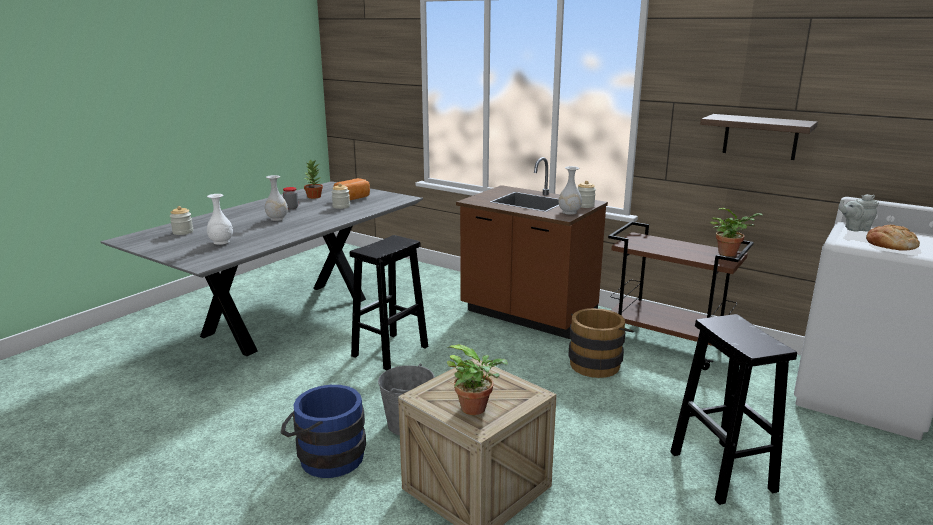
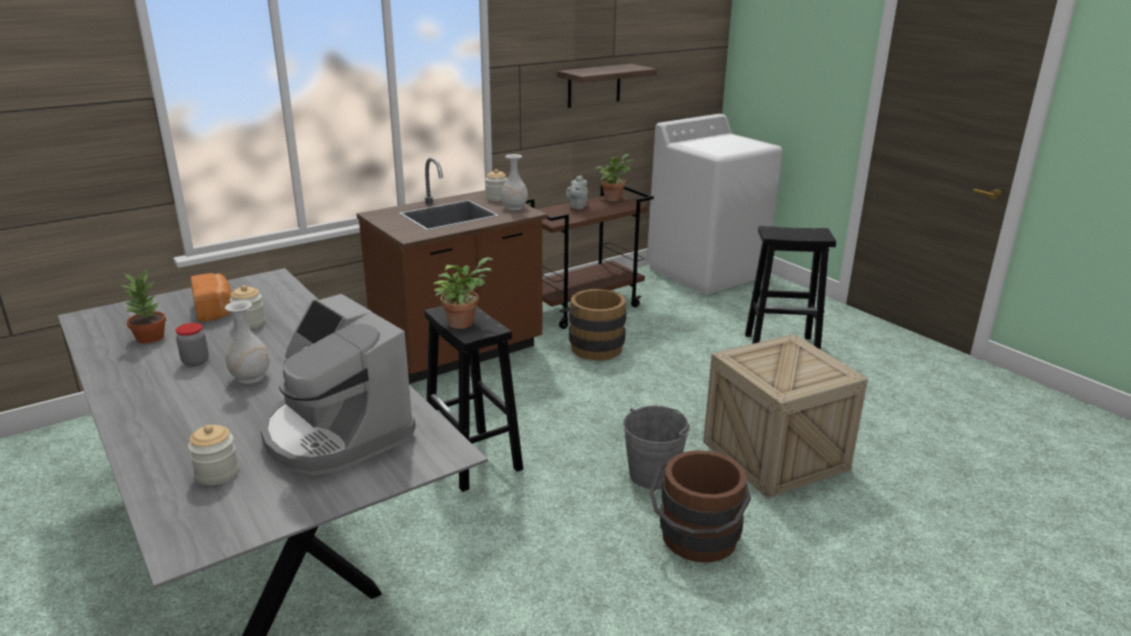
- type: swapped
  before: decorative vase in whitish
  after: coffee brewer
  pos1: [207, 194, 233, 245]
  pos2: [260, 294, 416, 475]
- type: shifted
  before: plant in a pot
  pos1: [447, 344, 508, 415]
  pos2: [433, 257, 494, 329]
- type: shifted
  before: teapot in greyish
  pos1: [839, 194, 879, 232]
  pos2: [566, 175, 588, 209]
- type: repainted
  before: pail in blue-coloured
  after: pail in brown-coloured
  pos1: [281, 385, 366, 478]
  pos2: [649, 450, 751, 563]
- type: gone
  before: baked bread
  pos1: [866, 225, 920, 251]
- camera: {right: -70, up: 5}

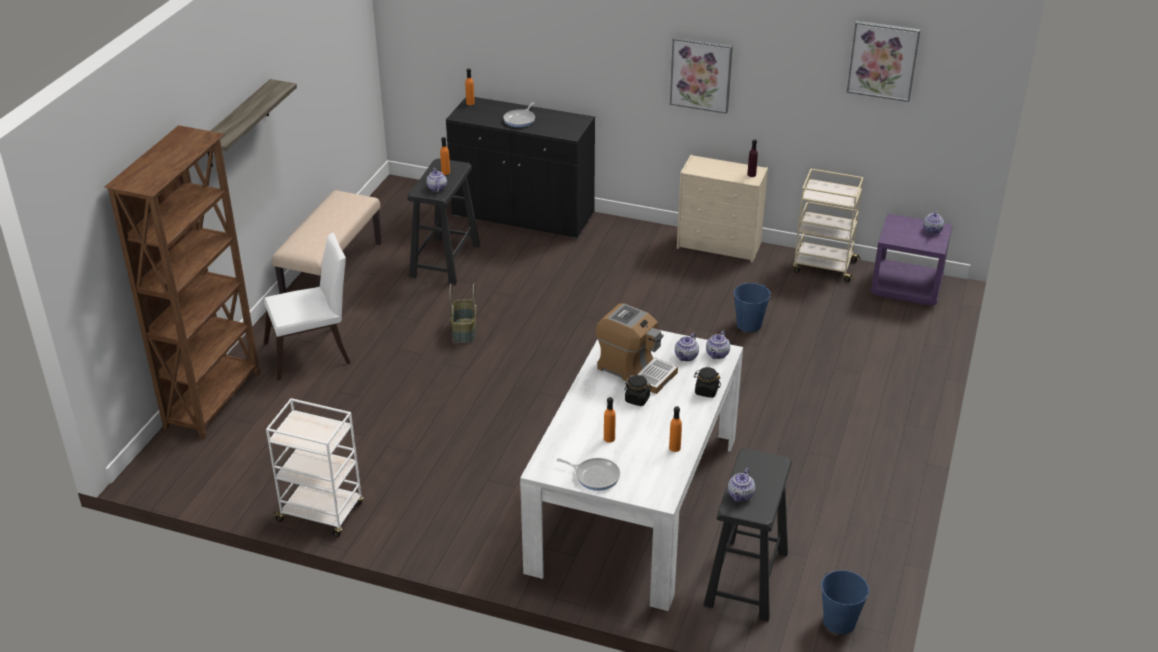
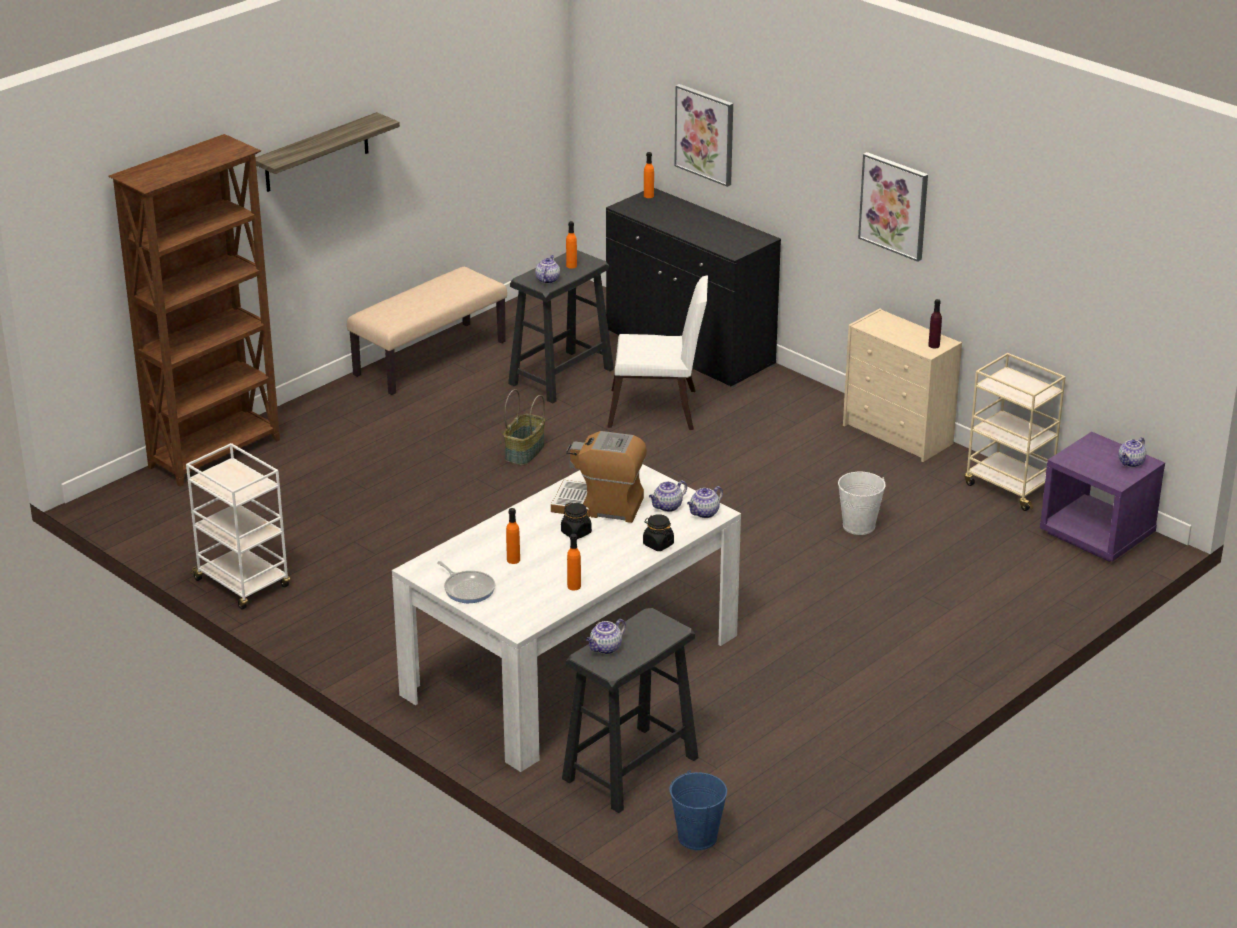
- type: rotated
  before: coffee brewer
  pos1: [596, 303, 678, 394]
  pos2: [551, 431, 647, 523]
  turn: 135
- type: shifted
  before: chair in whitish
  pos1: [264, 233, 351, 380]
  pos2: [607, 276, 708, 430]
- type: shifted
  before: wall art
  pos1: [847, 21, 921, 102]
  pos2: [674, 84, 733, 187]
- type: repainted
  before: pail in blue-coloured
  after: pail in whitish
  pos1: [734, 283, 771, 332]
  pos2: [838, 472, 886, 535]
- type: gone
  before: frying pan
  pos1: [503, 102, 535, 127]
- camera: {right: 25, up: -5}

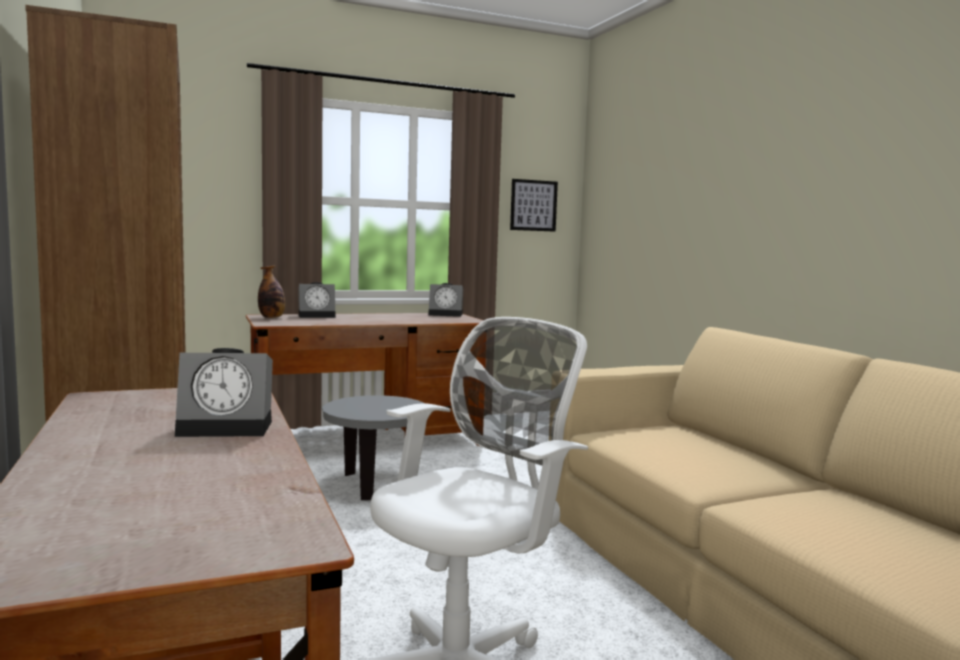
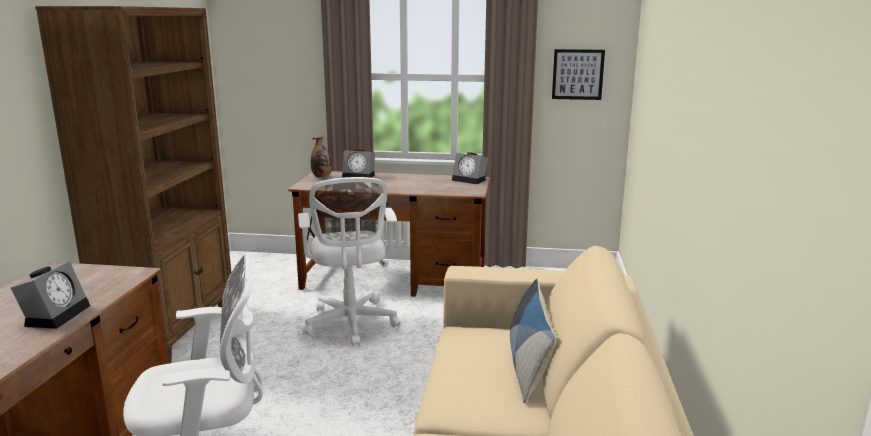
- type: rotated
  before: table clock
  pos1: [175, 348, 273, 437]
  pos2: [11, 261, 90, 329]
  turn: -105
- type: swapped
  before: accent table in greyish
  after: desk chair in whitish
  pos1: [322, 395, 423, 500]
  pos2: [298, 177, 401, 346]
- type: new
  after: cushion
  pos2: [510, 278, 556, 403]
- camera: {right: 30, up: 10}

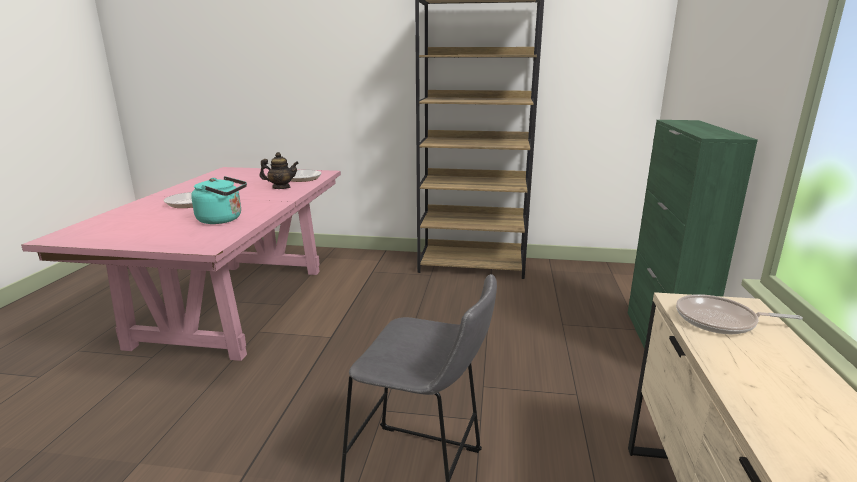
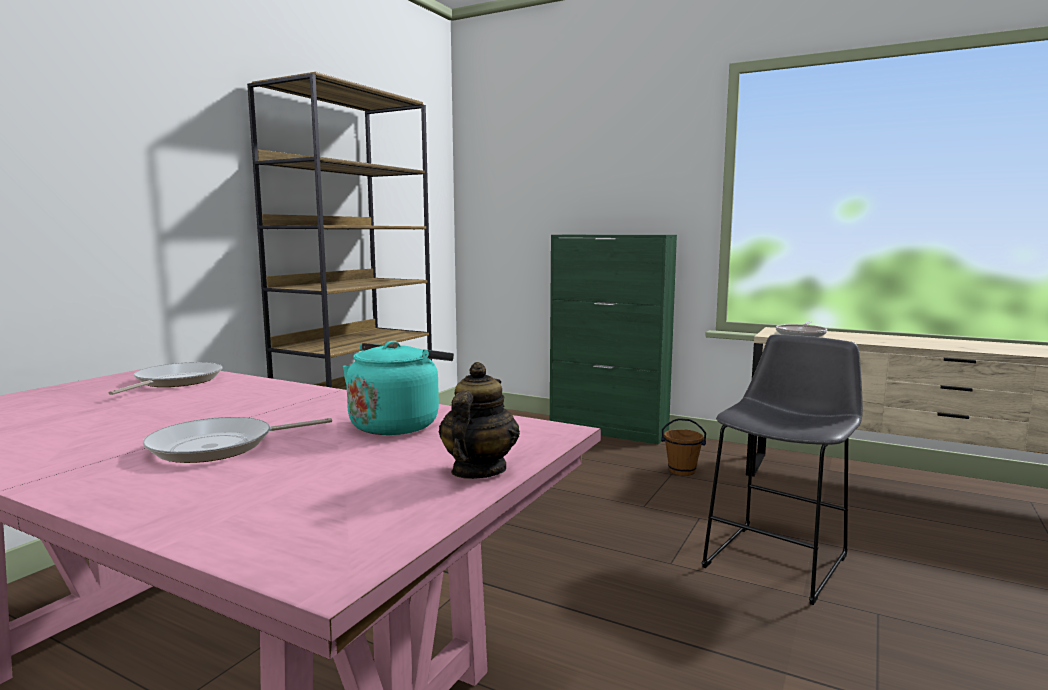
- type: shifted
  before: teapot
  pos1: [260, 152, 299, 189]
  pos2: [439, 362, 520, 479]
- type: new
  after: pail in brown-coloured
  pos2: [661, 418, 706, 476]
- camera: {right: -70, up: -10}

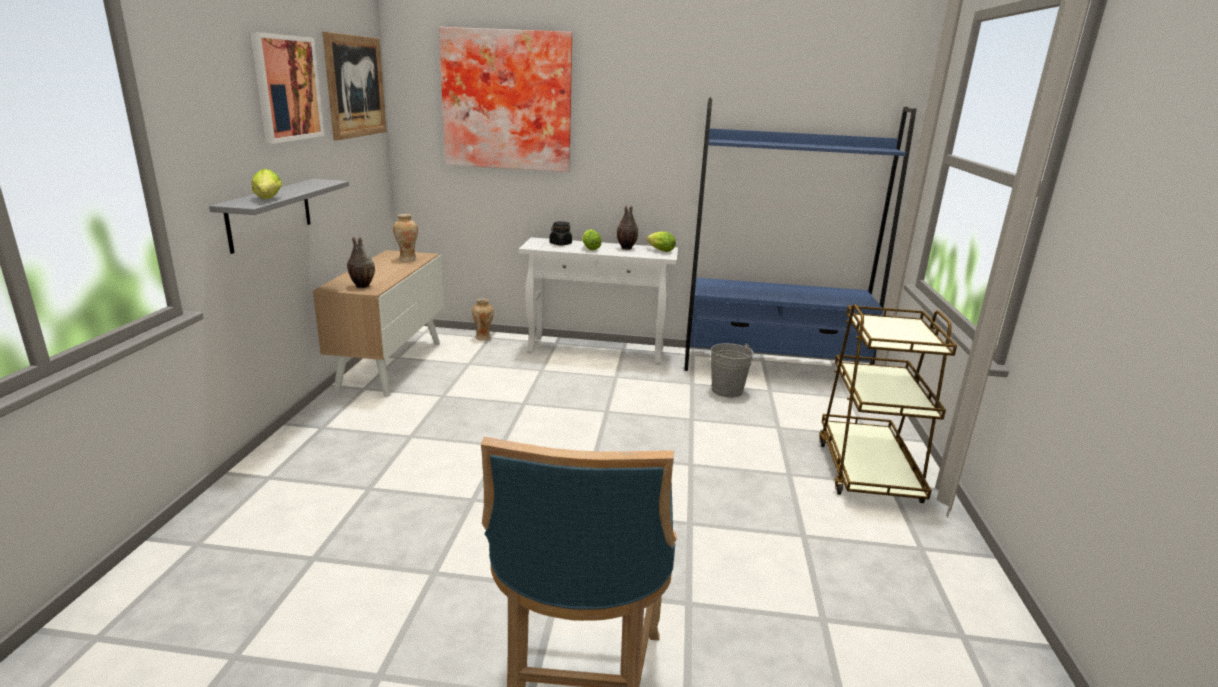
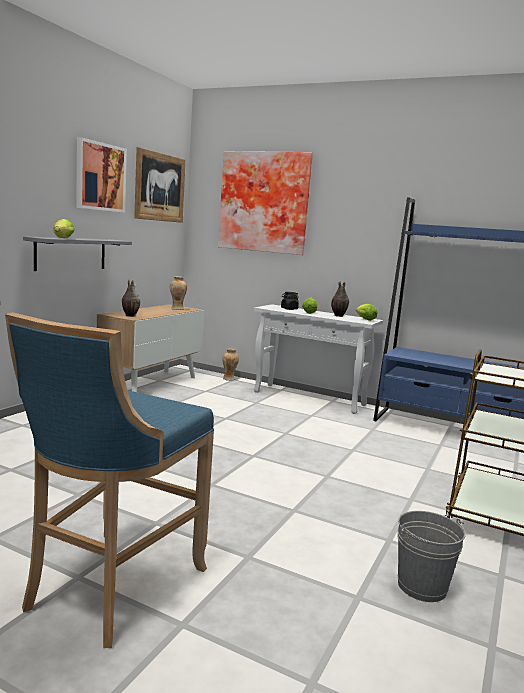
- type: shifted
  before: pail in greyish
  pos1: [711, 343, 754, 398]
  pos2: [397, 511, 466, 602]
- camera: {right: 20, up: -10}

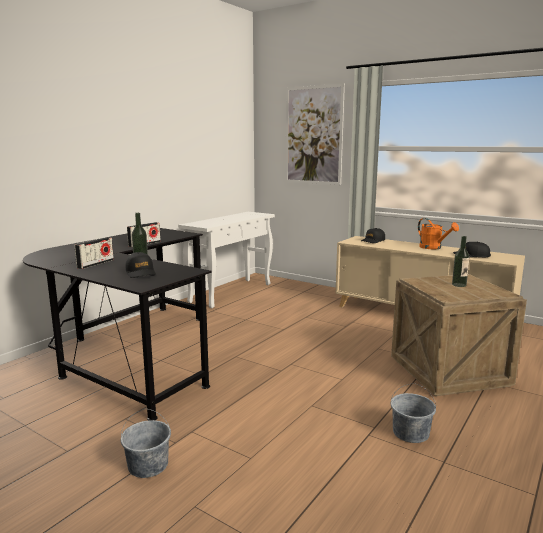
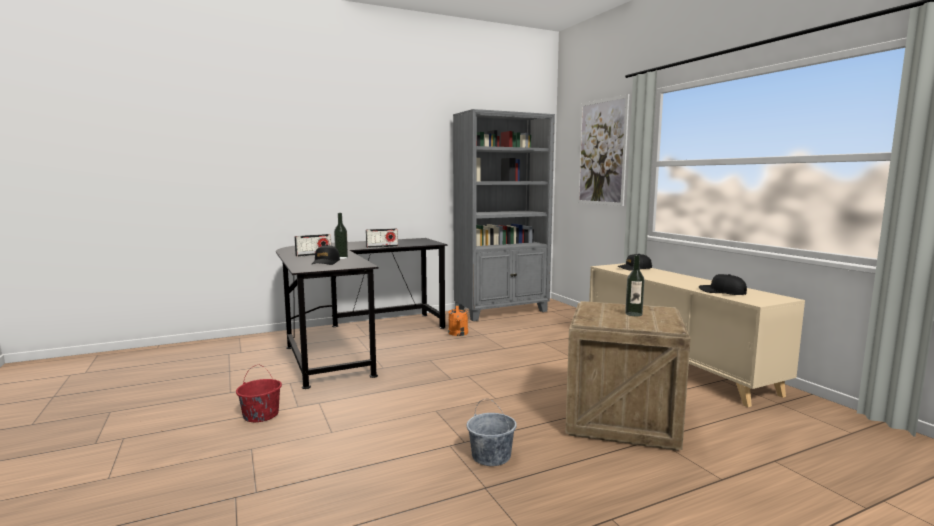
- type: repainted
  before: pail in greyish
  after: pail in reddish
  pos1: [120, 409, 171, 478]
  pos2: [236, 365, 282, 422]
- type: shifted
  before: watering pot in orange-coloured
  pos1: [418, 218, 459, 249]
  pos2: [448, 303, 468, 336]
- type: swapped
  before: console table in whitish
  after: shelving unit in greyish
  pos1: [178, 212, 275, 308]
  pos2: [453, 109, 555, 321]
- camera: {right: 30, up: -5}

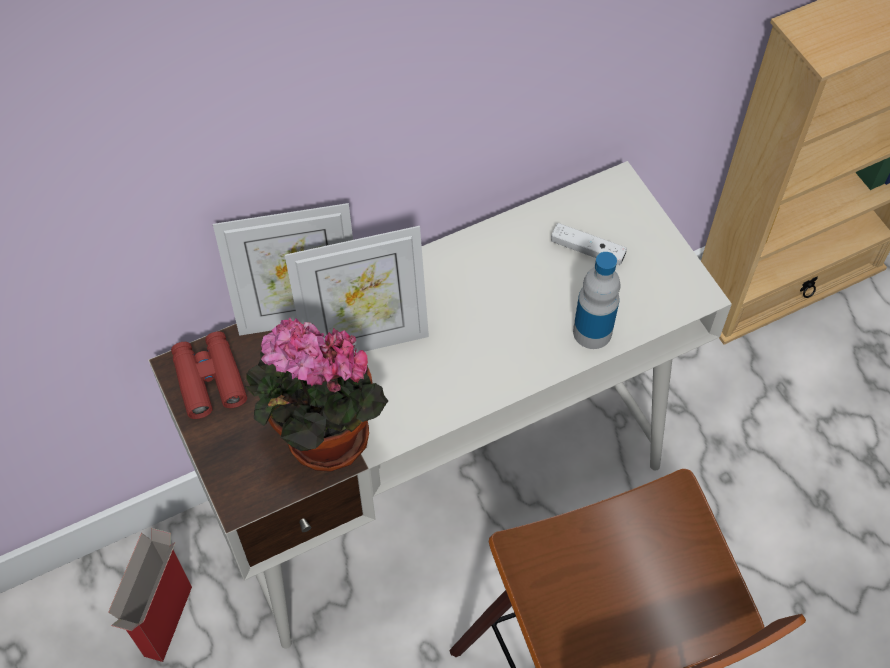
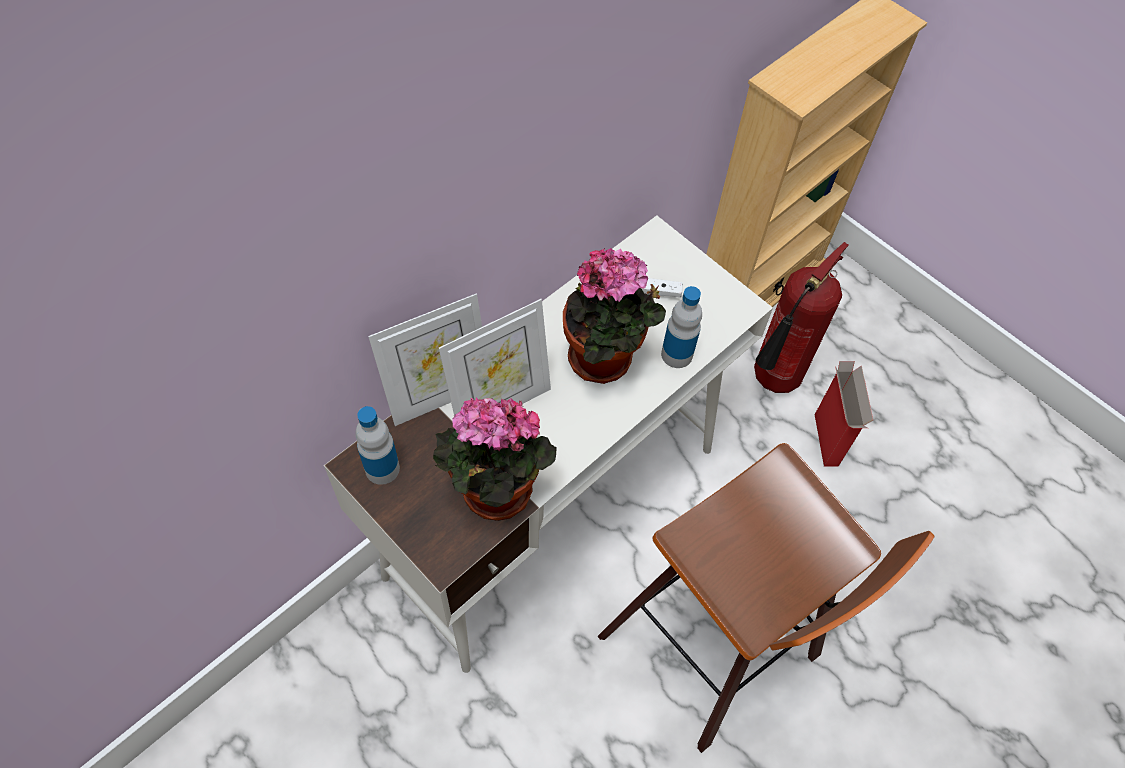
- type: swapped
  before: binoculars in reddish
  after: bottle
  pos1: [171, 331, 247, 419]
  pos2: [355, 406, 400, 485]
- type: new
  after: plant in a pot
  pos2: [563, 248, 666, 384]
- type: new
  after: fire extinguisher
  pos2: [754, 242, 849, 393]
- type: shifted
  before: packing box
  pos1: [108, 528, 192, 662]
  pos2: [815, 361, 873, 467]
- camera: {right: -20, up: 0}

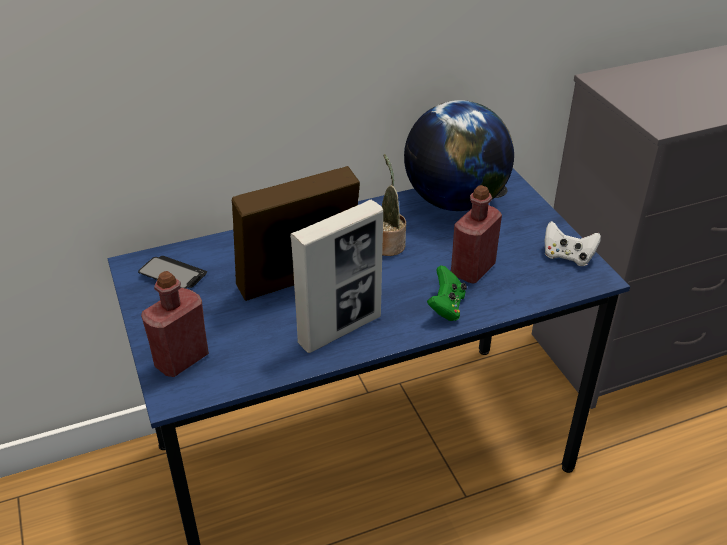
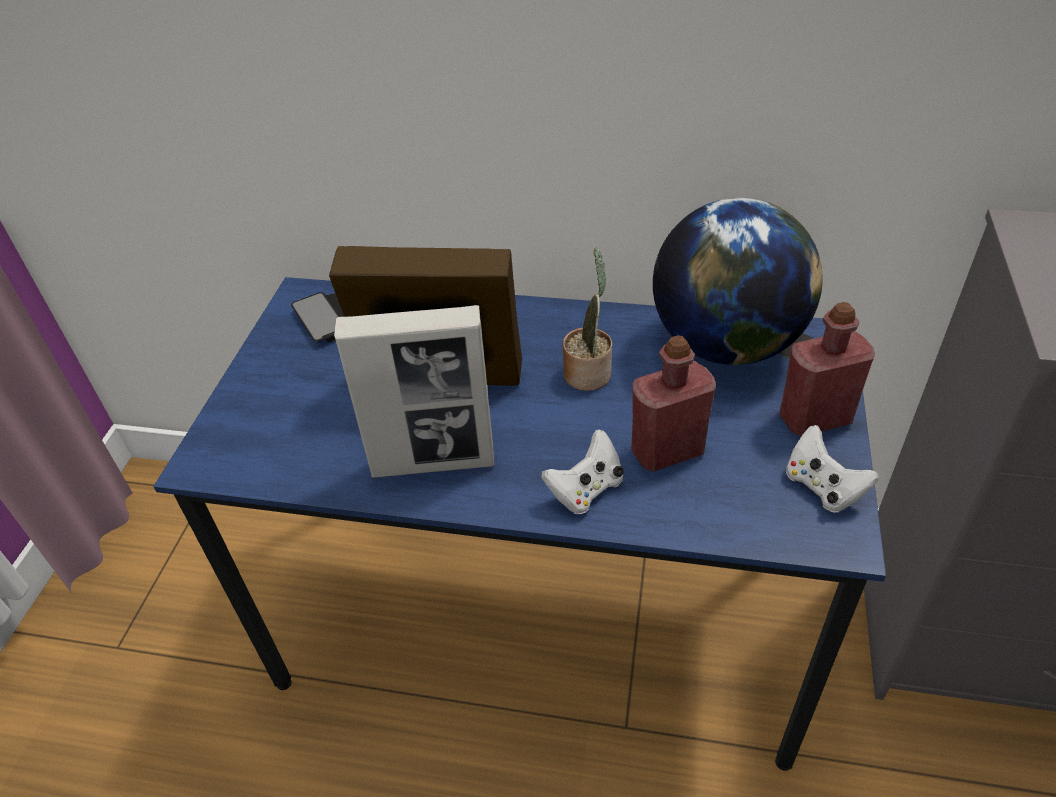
- type: repainted
  before: joypad in green-coloured
  after: joypad in whitish
  pos1: [427, 265, 467, 321]
  pos2: [541, 430, 624, 514]
- type: shifted
  before: bottle in reddish
  pos1: [141, 271, 209, 377]
  pos2: [779, 302, 875, 436]
- camera: {right: 35, up: 5}

